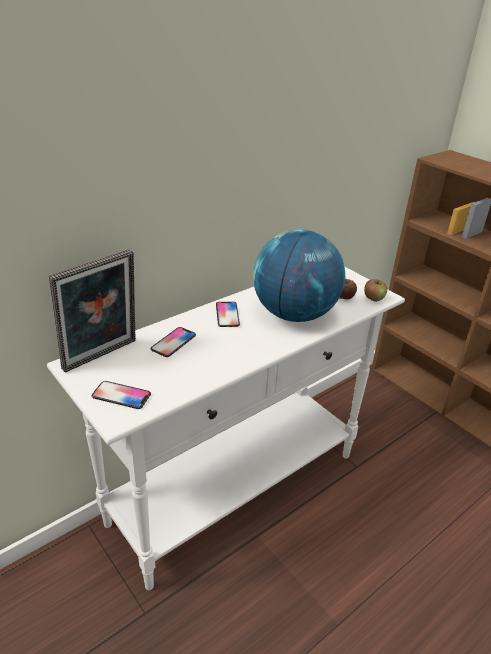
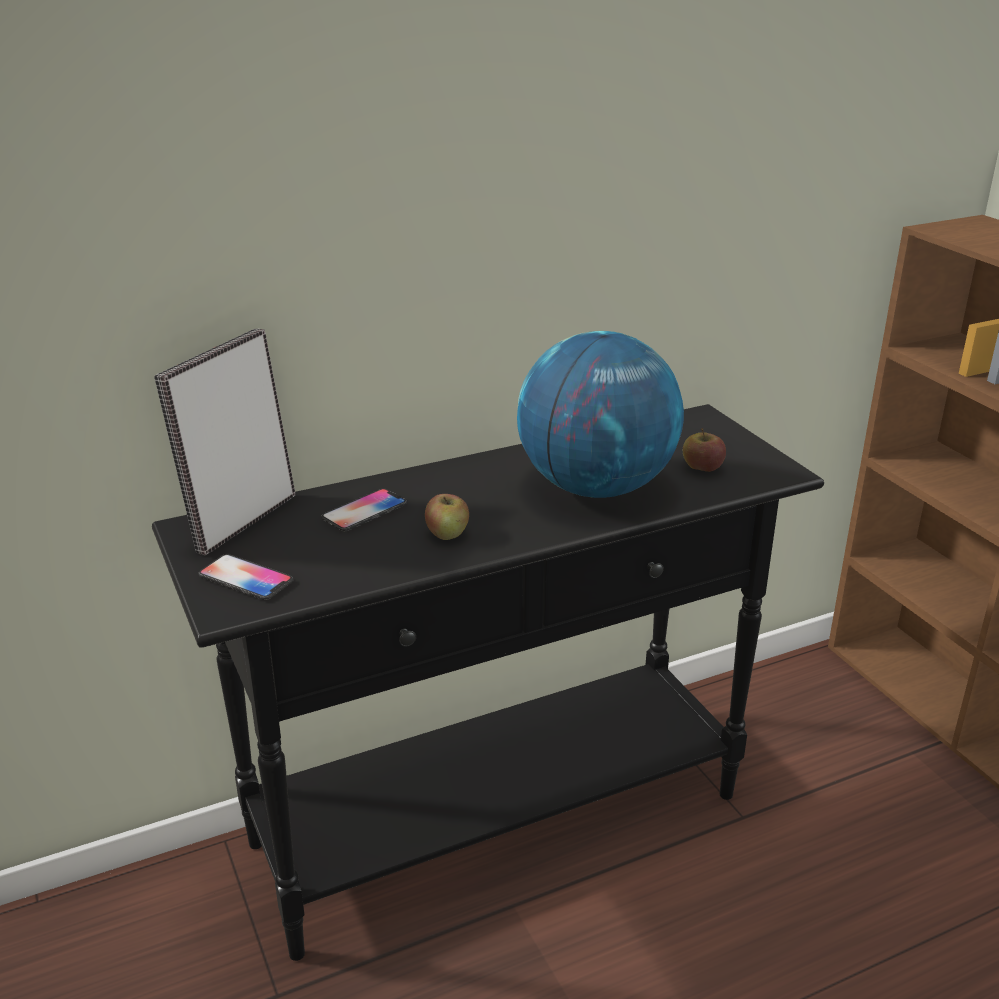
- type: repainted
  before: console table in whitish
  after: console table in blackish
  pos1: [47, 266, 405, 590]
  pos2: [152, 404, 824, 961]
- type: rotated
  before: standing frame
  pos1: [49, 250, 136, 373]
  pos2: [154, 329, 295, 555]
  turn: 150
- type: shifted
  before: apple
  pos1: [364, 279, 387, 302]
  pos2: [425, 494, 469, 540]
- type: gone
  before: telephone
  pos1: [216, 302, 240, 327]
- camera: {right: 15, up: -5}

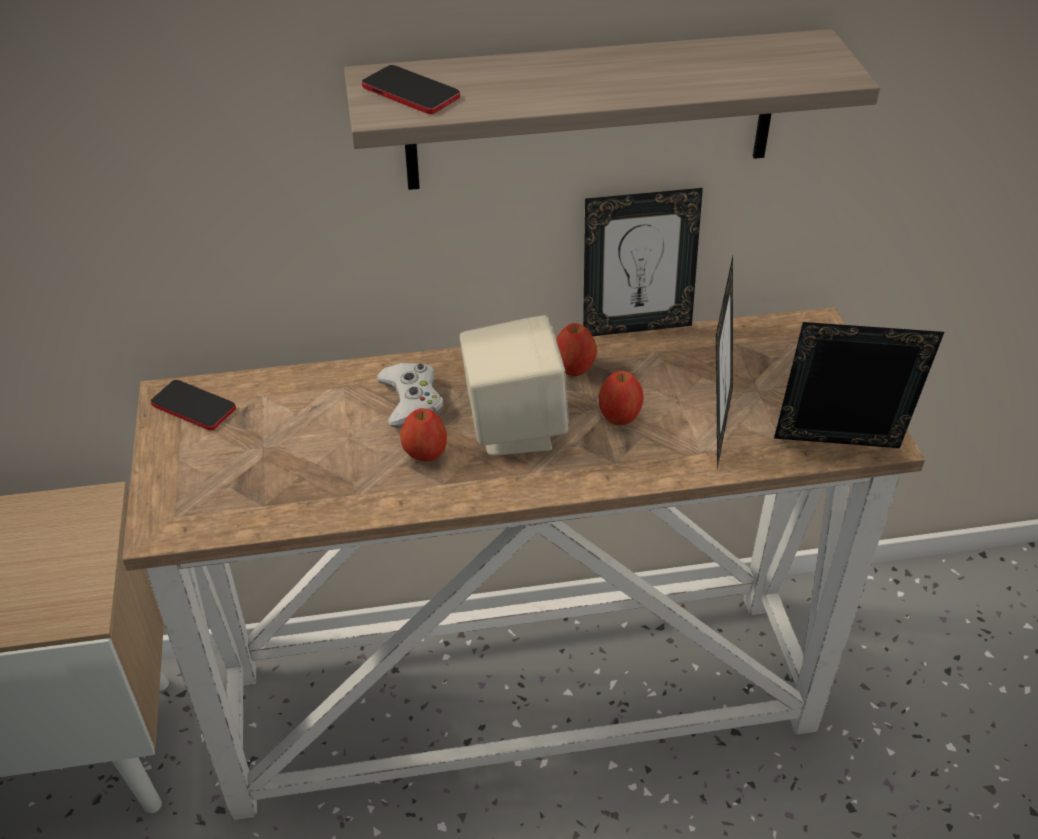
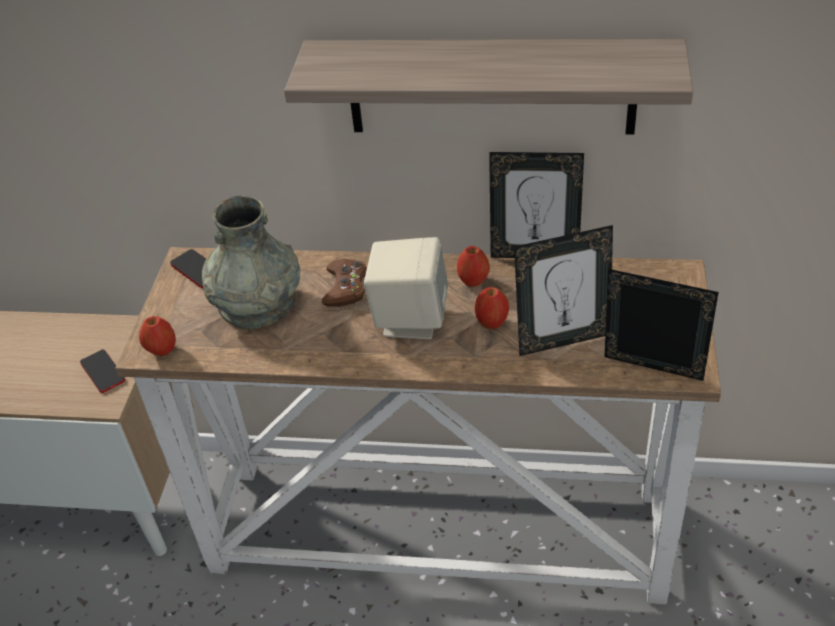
- type: shifted
  before: telephone
  pos1: [362, 65, 460, 114]
  pos2: [80, 349, 125, 393]
- type: shifted
  before: apple
  pos1: [400, 408, 447, 462]
  pos2: [139, 316, 176, 356]
- type: new
  after: decorative vase in greyish
  pos2: [202, 195, 300, 329]
- type: repainted
  before: joypad in whitish
  after: joypad in brown-coloured
  pos1: [377, 363, 444, 429]
  pos2: [322, 259, 367, 307]
- type: rotated
  before: standing frame
  pos1: [716, 256, 733, 470]
  pos2: [514, 225, 613, 356]
  turn: 45
- camera: {right: 20, up: 0}

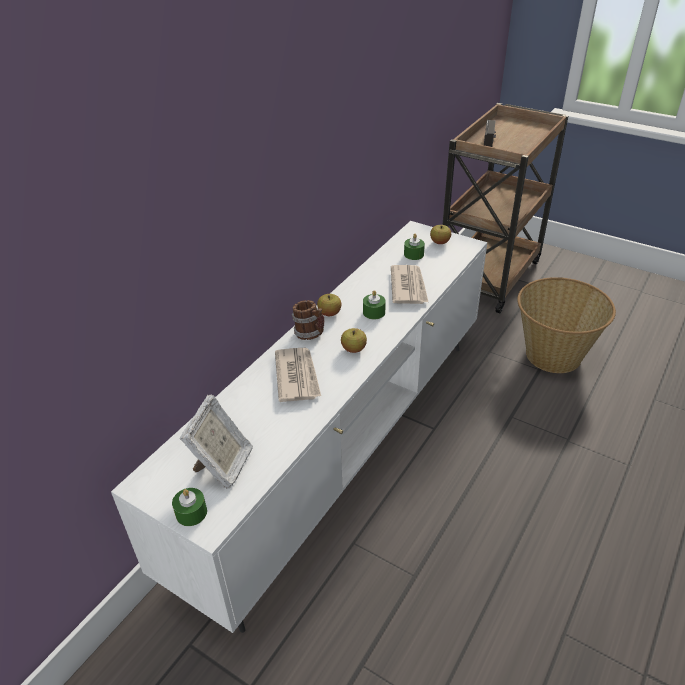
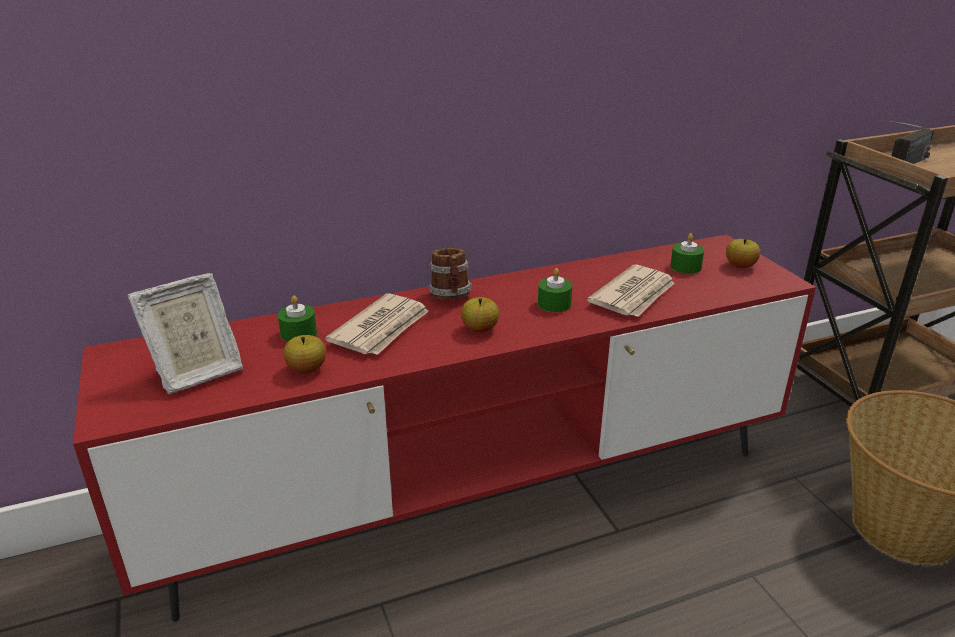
- type: repainted
  before: media console in whitish
  after: media console in reddish
  pos1: [111, 221, 487, 633]
  pos2: [73, 234, 816, 622]
- type: shifted
  before: wax light in green-coloured
  pos1: [172, 488, 207, 526]
  pos2: [278, 296, 317, 342]
- type: shifted
  before: apple
  pos1: [317, 294, 341, 316]
  pos2: [283, 335, 326, 374]
- camera: {right: 35, up: -10}

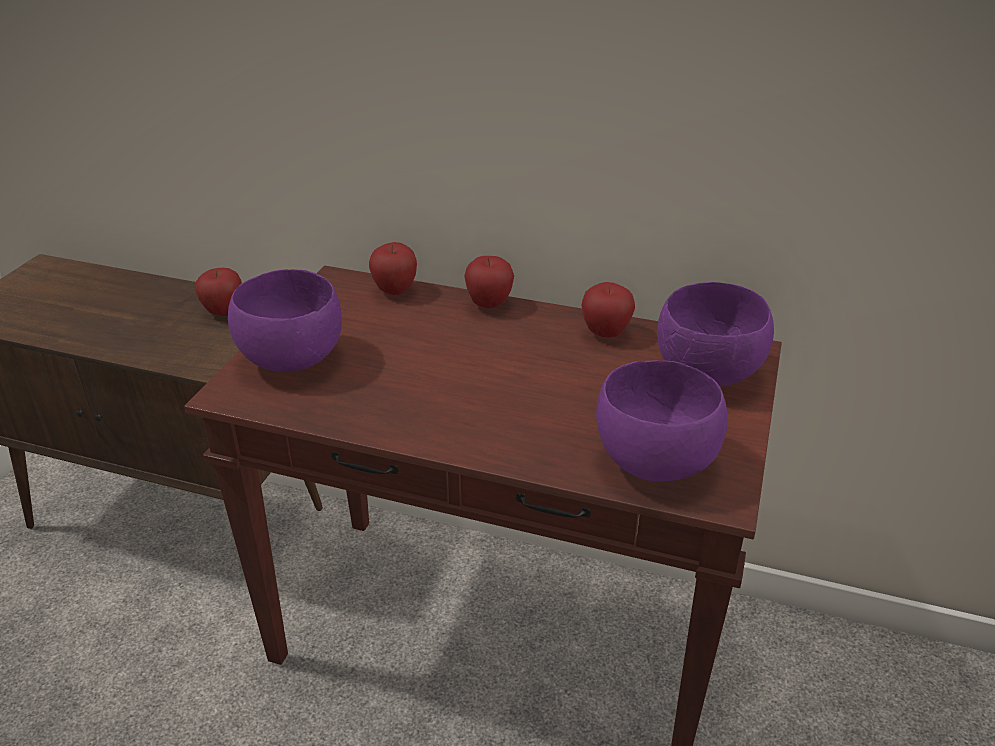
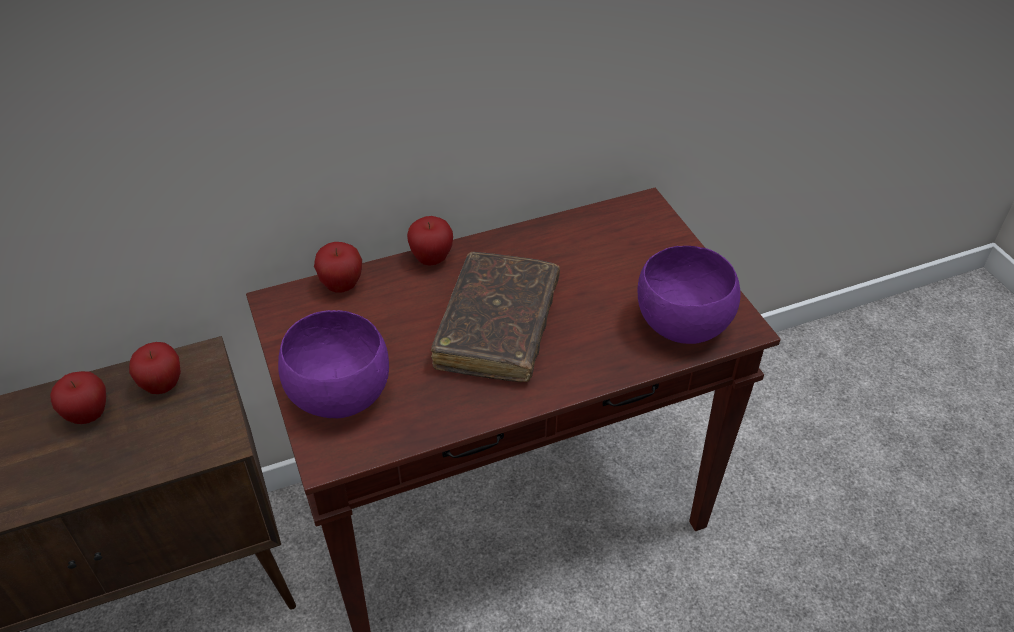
- type: shifted
  before: apple
  pos1: [582, 282, 635, 338]
  pos2: [50, 371, 106, 424]
- type: new
  after: volume in brown-coloured
  pos2: [431, 252, 560, 382]
- type: gone
  before: deep dish in purple-coloured
  pos1: [657, 282, 774, 386]
- camera: {right: -40, up: 10}

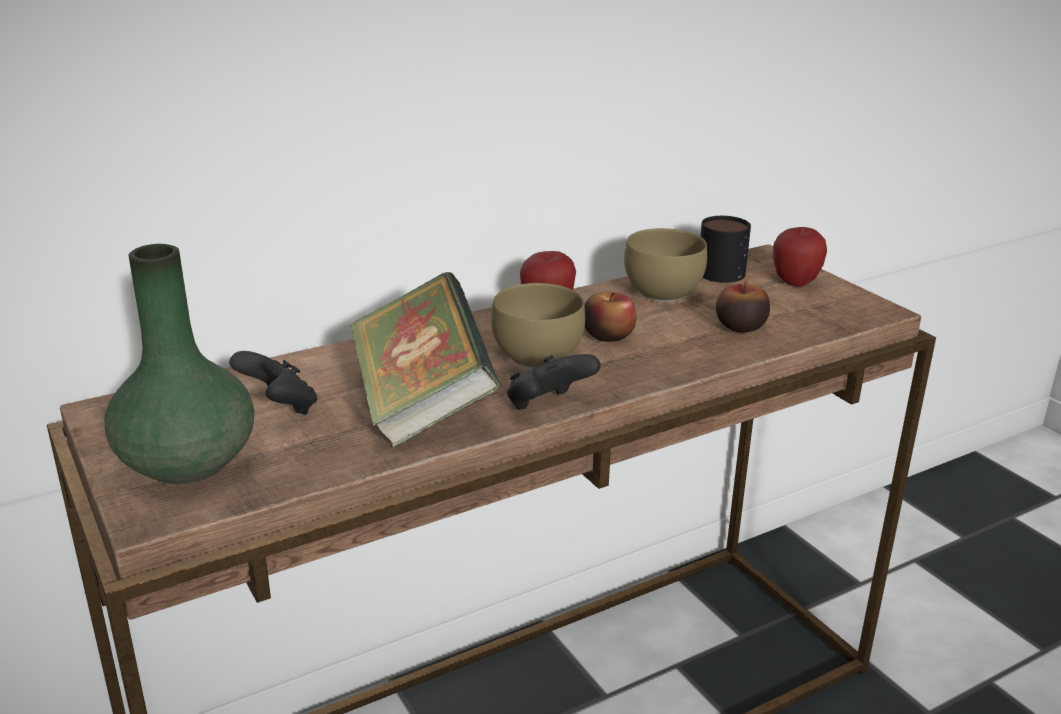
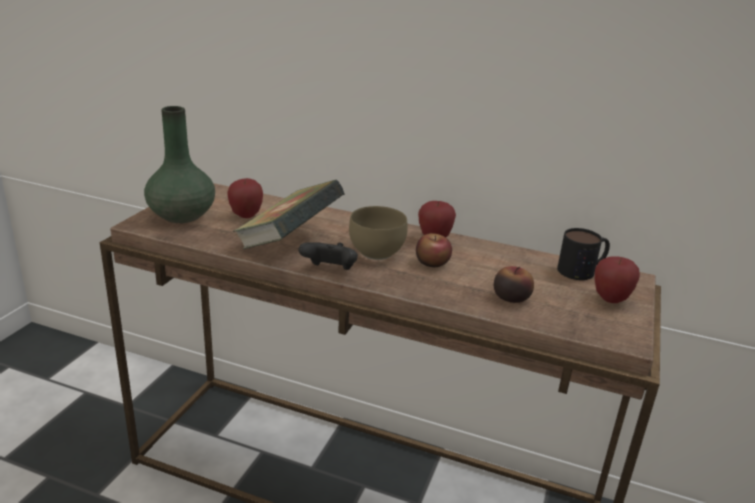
- type: swapped
  before: joypad in blackish
  after: apple
  pos1: [229, 351, 317, 415]
  pos2: [227, 178, 263, 218]
- type: gone
  before: deep dish in brown-coloured
  pos1: [624, 228, 707, 302]
- camera: {right: 50, up: 0}

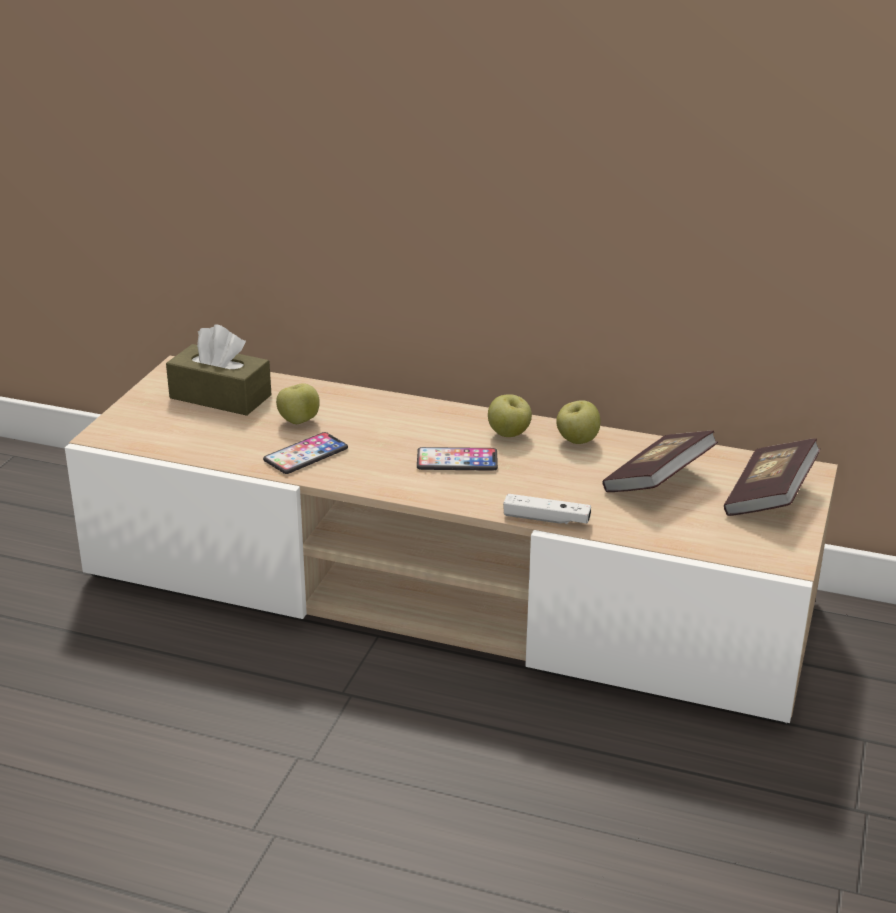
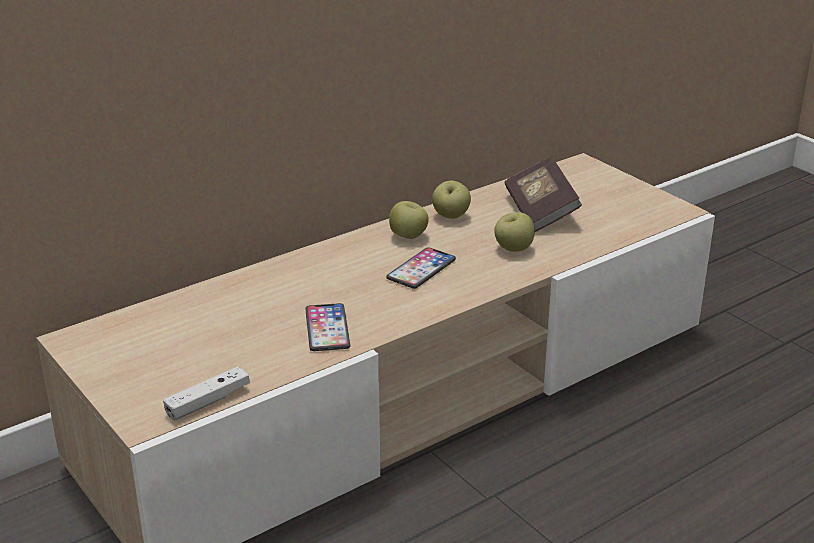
- type: shifted
  before: joypad in whitish
  pos1: [503, 494, 591, 524]
  pos2: [163, 367, 250, 420]
- type: shifted
  before: apple
  pos1: [276, 383, 320, 424]
  pos2: [494, 212, 535, 252]
- type: gone
  before: box of tissues in brown-coloured
  pos1: [166, 324, 271, 416]
- type: gone
  before: volume
  pos1: [724, 438, 820, 516]
- camera: {right: -55, up: 0}

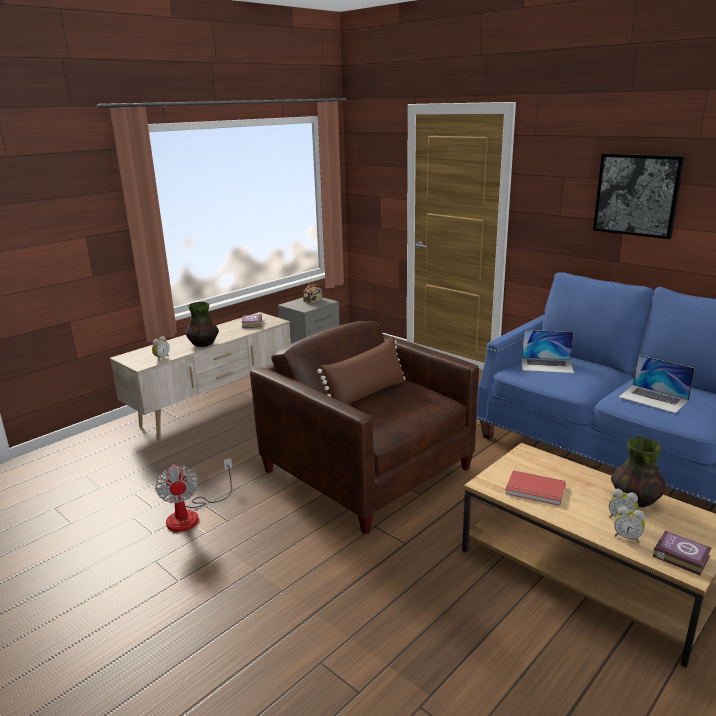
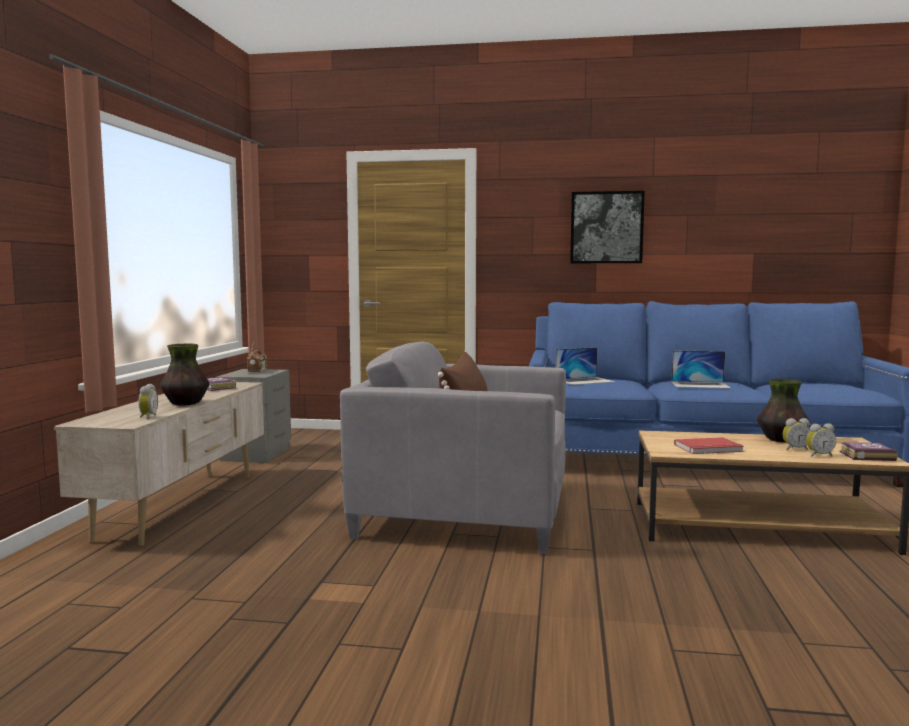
- type: repainted
  before: easy chair in brown-coloured
  after: easy chair in greyish
  pos1: [250, 321, 479, 535]
  pos2: [340, 342, 566, 555]
- type: gone
  before: electric fan
  pos1: [155, 458, 232, 532]
- camera: {right: -35, up: -15}

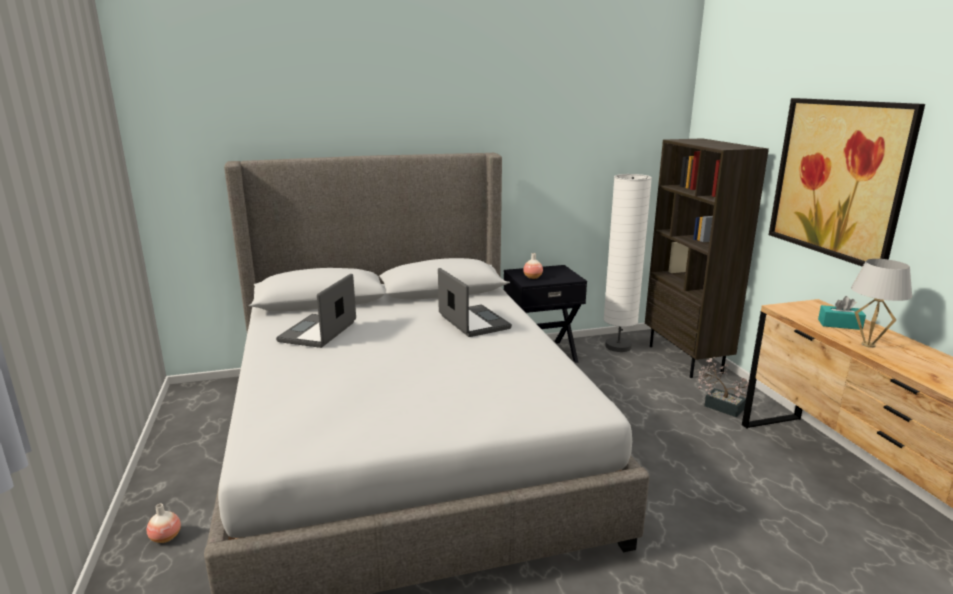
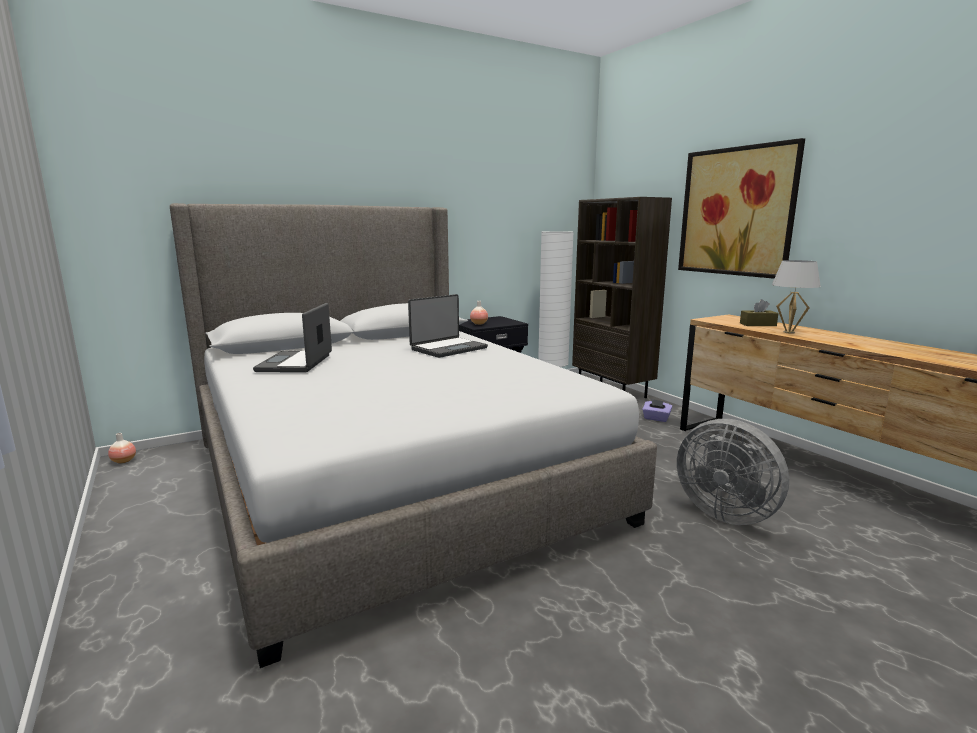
- type: shifted
  before: decorative vase
  pos1: [147, 504, 181, 543]
  pos2: [108, 433, 136, 464]
- type: rotated
  before: portable computer
  pos1: [438, 268, 512, 337]
  pos2: [408, 294, 488, 358]
  turn: 90
- type: swapped
  before: plant in a pot
  after: box of tissues in purple-coloured
  pos1: [698, 357, 749, 418]
  pos2: [642, 399, 672, 422]
- type: new
  after: electric fan in greyish
  pos2: [677, 419, 789, 525]
- type: repainted
  before: box of tissues in turquoise
  after: box of tissues in brown-coloured
  pos1: [818, 296, 866, 330]
  pos2: [740, 299, 779, 326]
- camera: {right: -15, up: -5}

